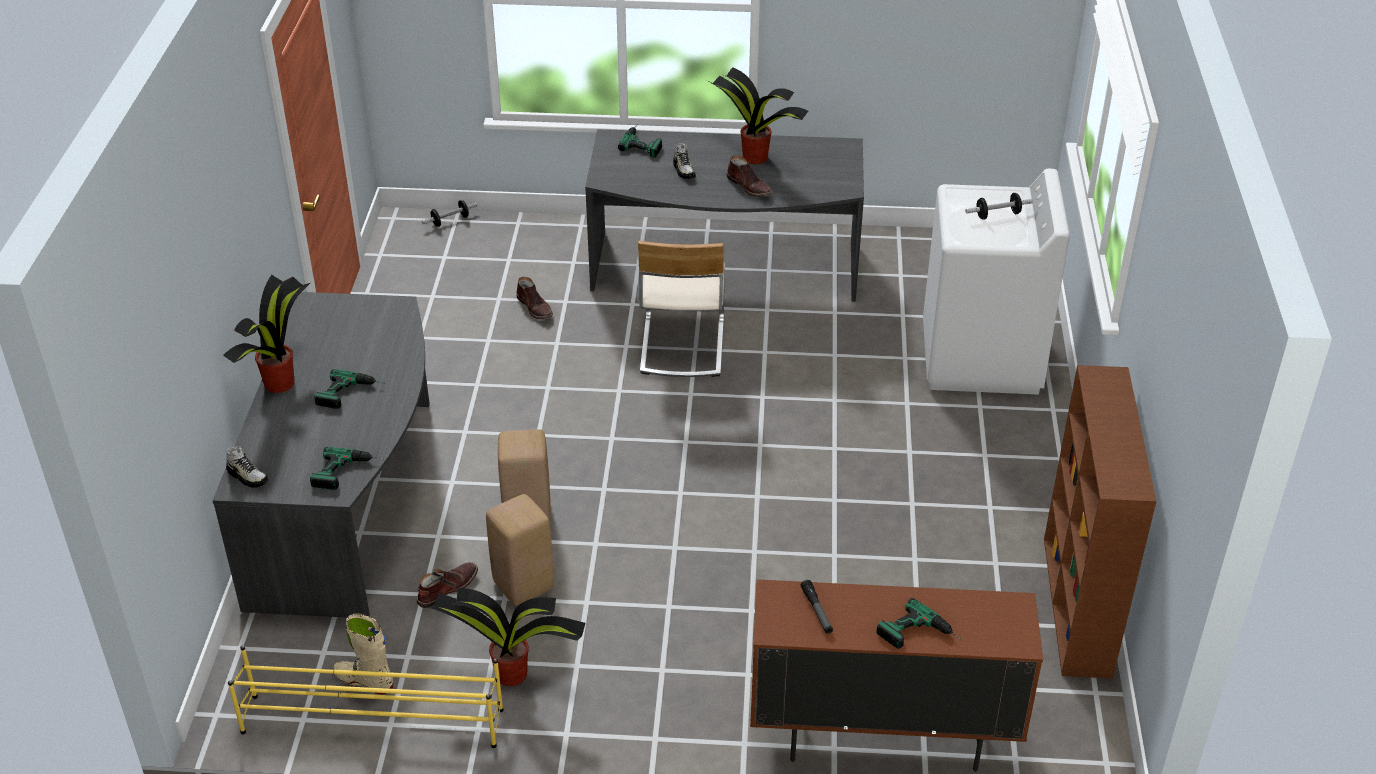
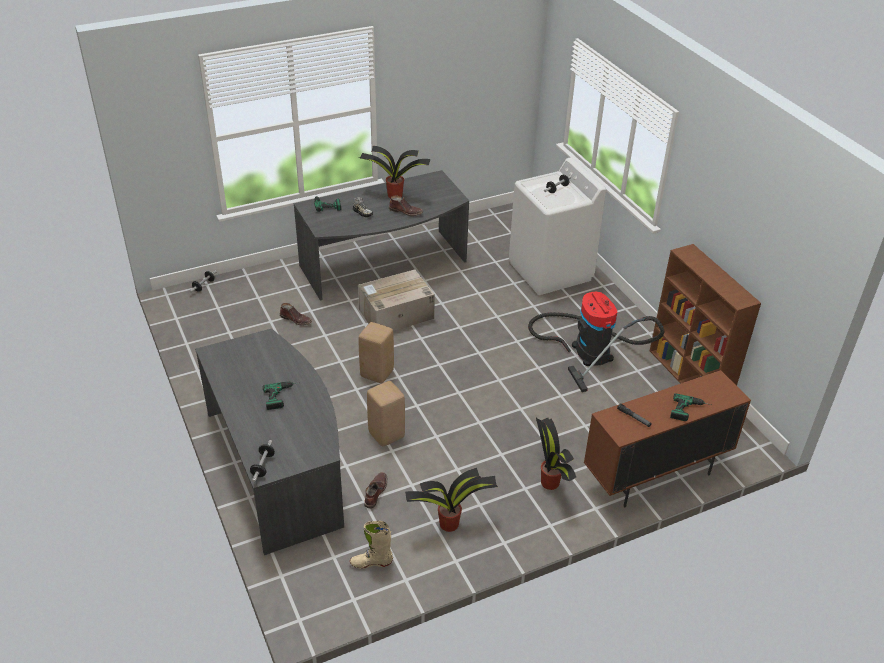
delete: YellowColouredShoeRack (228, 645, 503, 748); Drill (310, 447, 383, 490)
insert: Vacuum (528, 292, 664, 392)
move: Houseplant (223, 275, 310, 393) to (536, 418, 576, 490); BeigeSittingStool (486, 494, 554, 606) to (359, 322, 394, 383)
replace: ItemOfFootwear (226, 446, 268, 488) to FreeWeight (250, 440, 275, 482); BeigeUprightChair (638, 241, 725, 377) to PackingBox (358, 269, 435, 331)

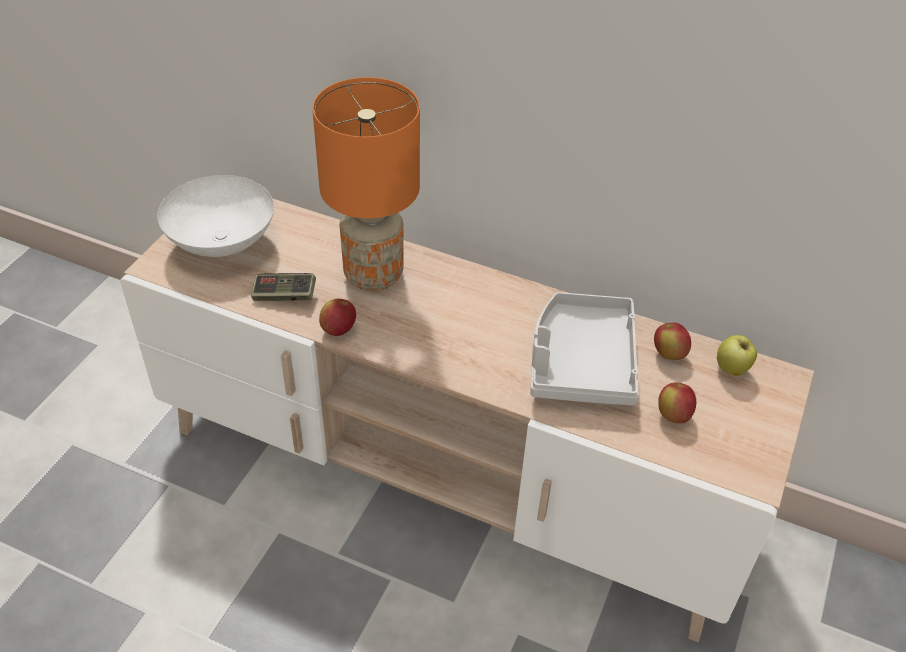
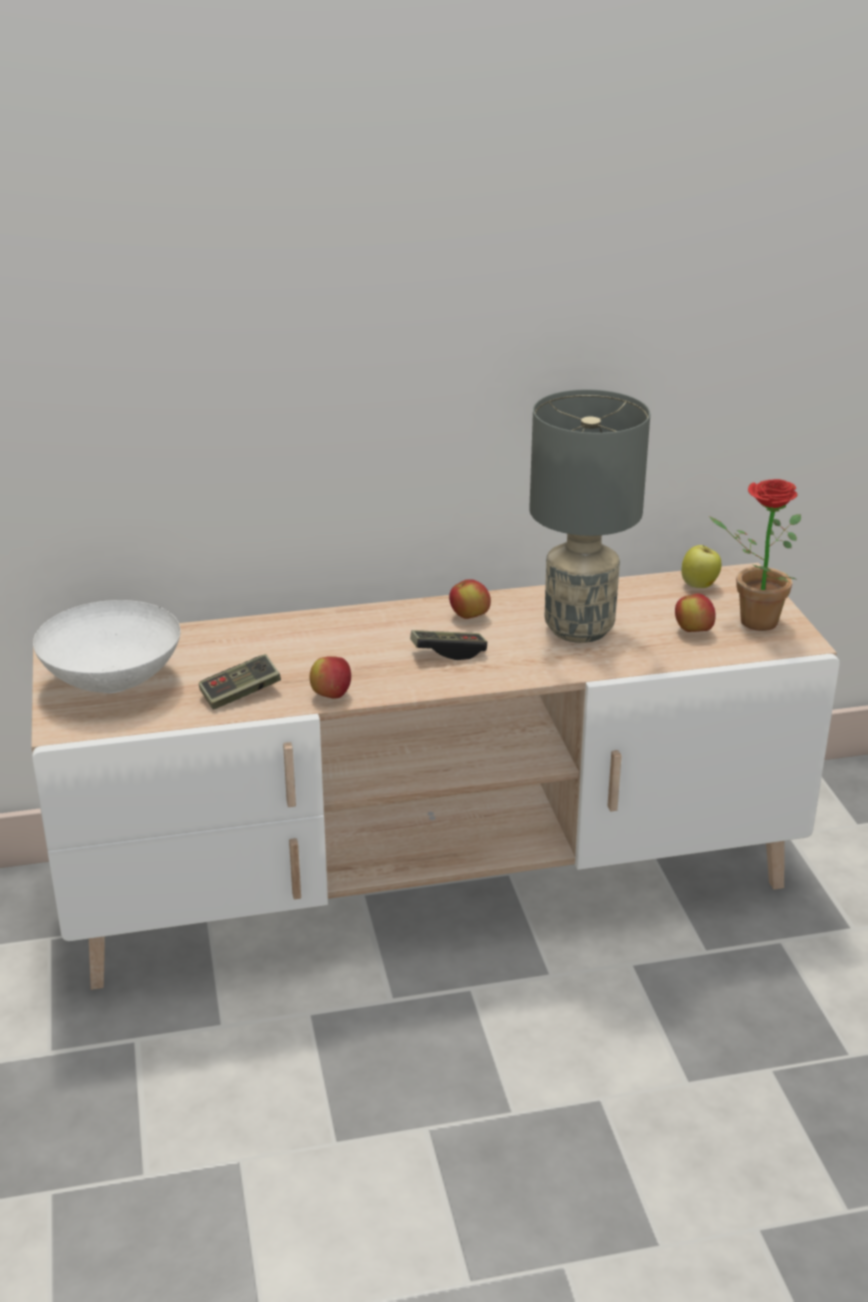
delete: OrangeColouredTabletopLamp (312, 77, 420, 291)
insert: Joypad (410, 630, 487, 660); Houseplant (709, 479, 801, 631)
move: WholeApple (654, 323, 691, 360) to (449, 579, 491, 619)
replace: GreyServingTray (530, 292, 639, 406) to GreyTabletopLamp (529, 389, 650, 643)

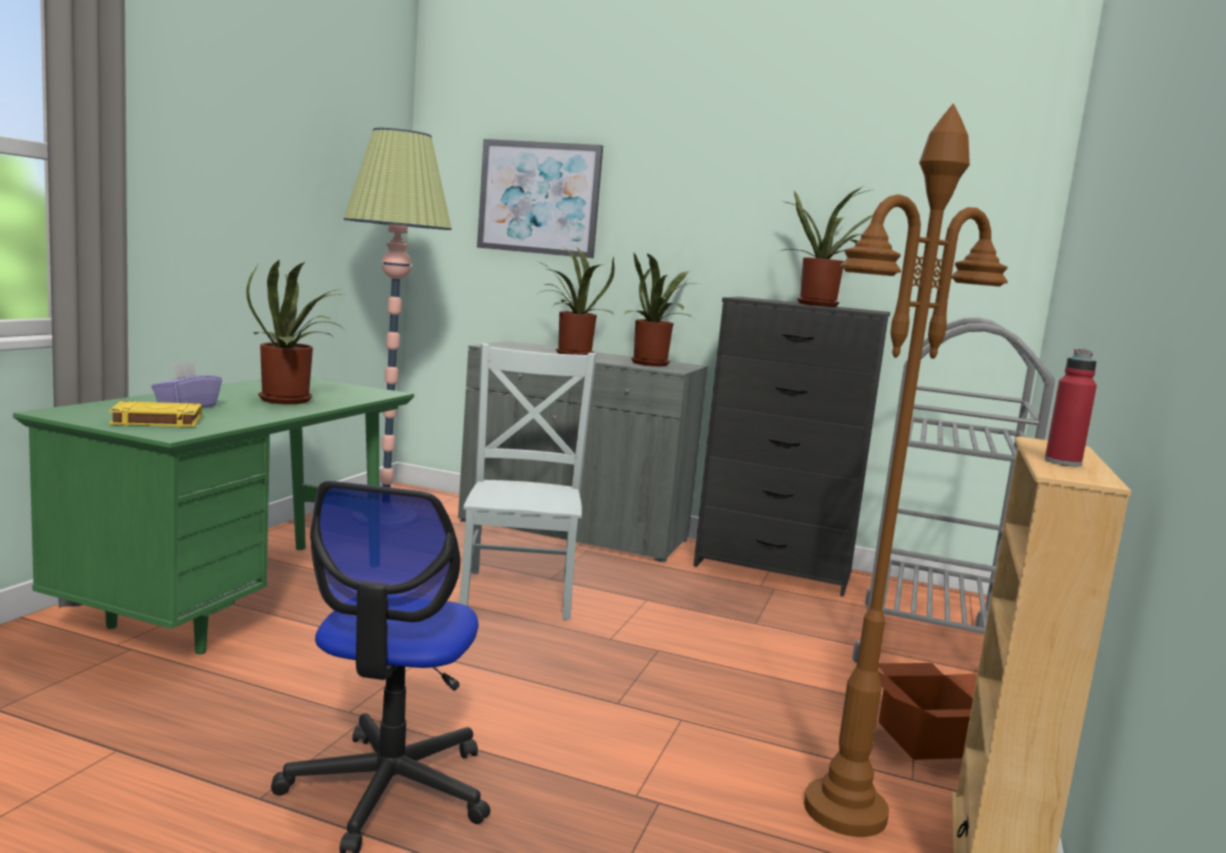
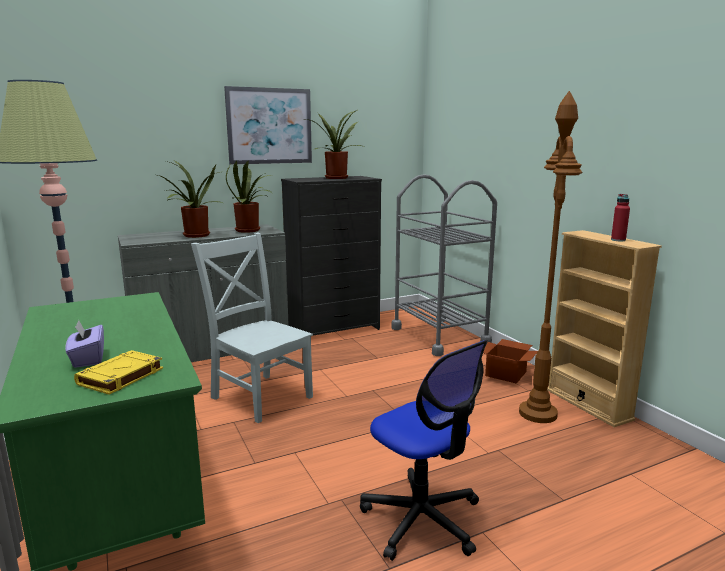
delete: Houseplant (246, 260, 345, 404)
move: WallPicture (477, 139, 603, 258) to (224, 86, 312, 165)

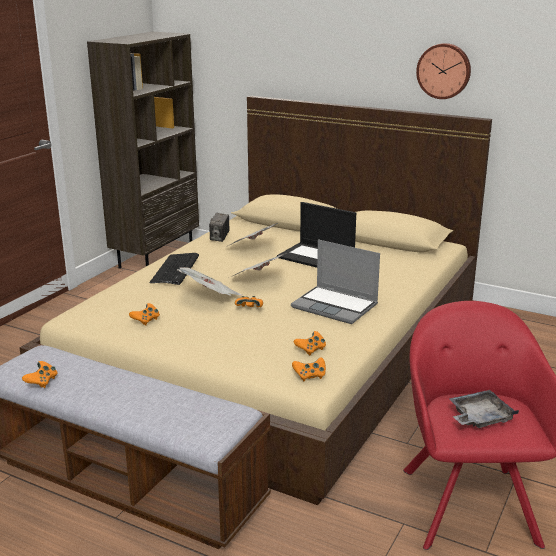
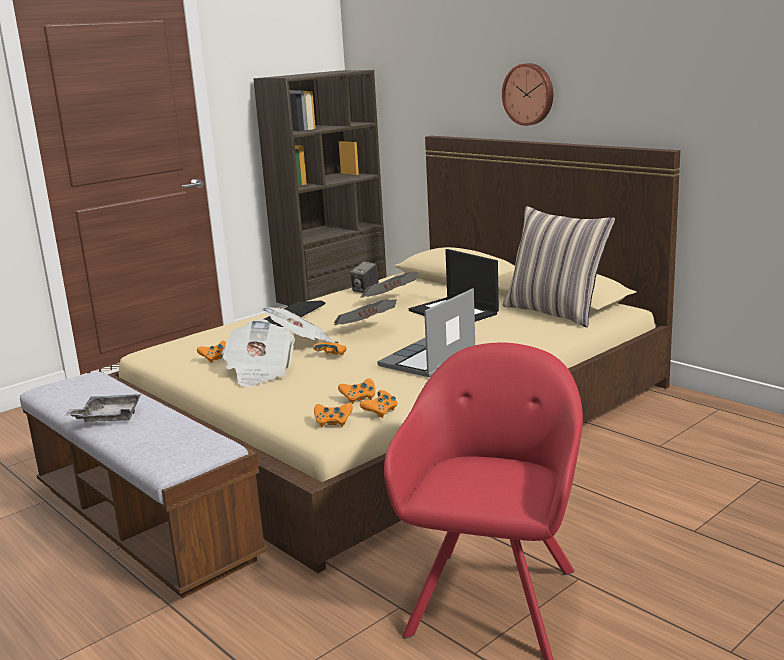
insert: PrintedPaper (222, 319, 295, 387); ThrowPillow (503, 206, 615, 327)
move: OrangeColouredJoypad (22, 361, 57, 388) to (360, 390, 398, 418); HangingClock (416, 43, 471, 99) to (502, 63, 553, 126); GreyServingTray (449, 390, 519, 428) to (64, 394, 141, 422)
rotate: NotebookComputer (291, 239, 380, 324) = (377, 288, 475, 377) 75 degrees clockwise

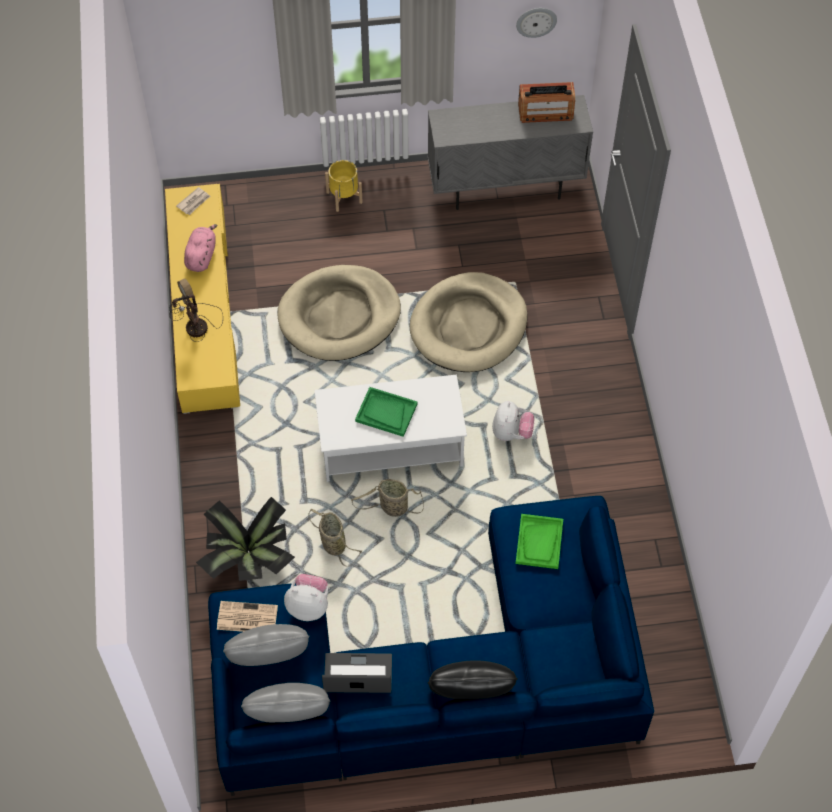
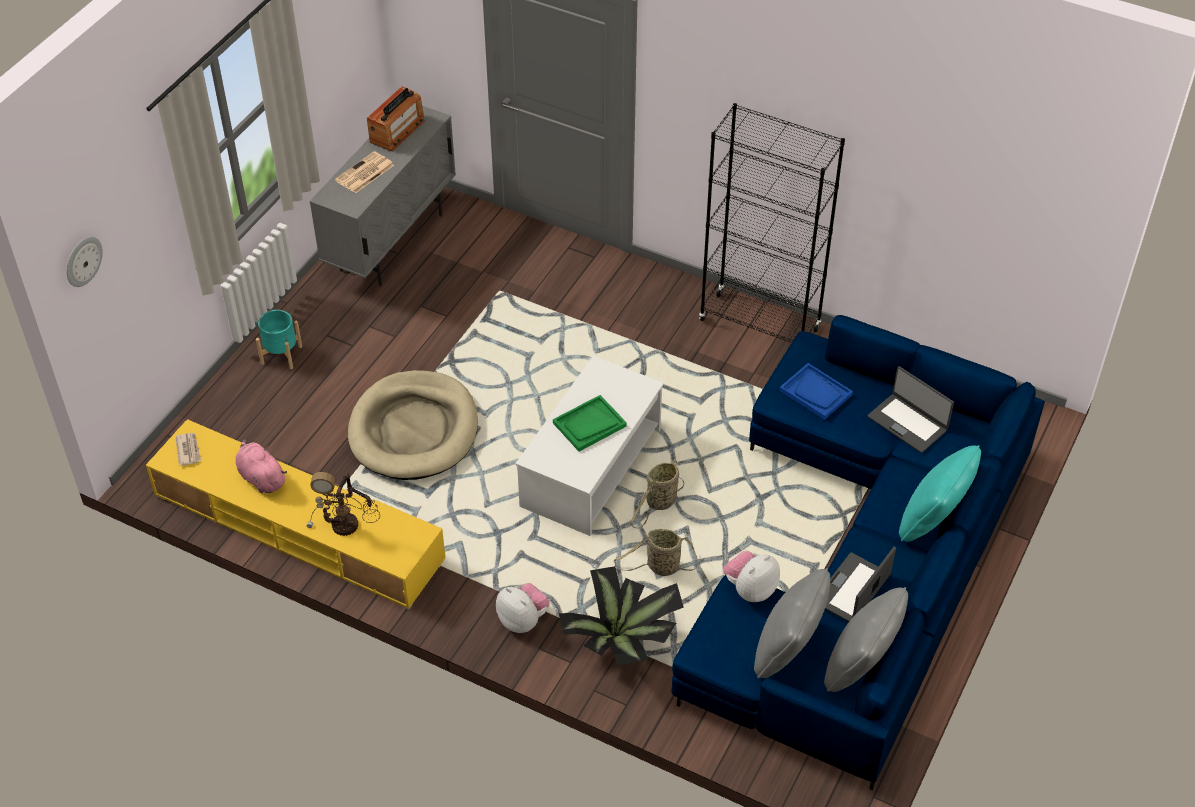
delete: BeigePetBed (410, 272, 528, 372)
insert: BlackColouredShelvingUnit (699, 103, 845, 343); NotebookComputer (867, 366, 954, 453)
move: PrintedPaper (217, 601, 278, 632) to (335, 151, 394, 193); SoftToy (492, 401, 534, 441) to (496, 583, 550, 633); HangingClock (516, 8, 557, 38) to (66, 237, 103, 287)
recolor: YellowColouredPlantPot (325, 160, 363, 212) to BlueGreenPlantPot (256, 310, 302, 369); BlackColouredThrowPillow (428, 660, 518, 699) to BlueGreenThrowPillow (899, 445, 981, 542); GreenServingTray (515, 514, 563, 569) to BlueColouredServingTray (779, 363, 853, 420)

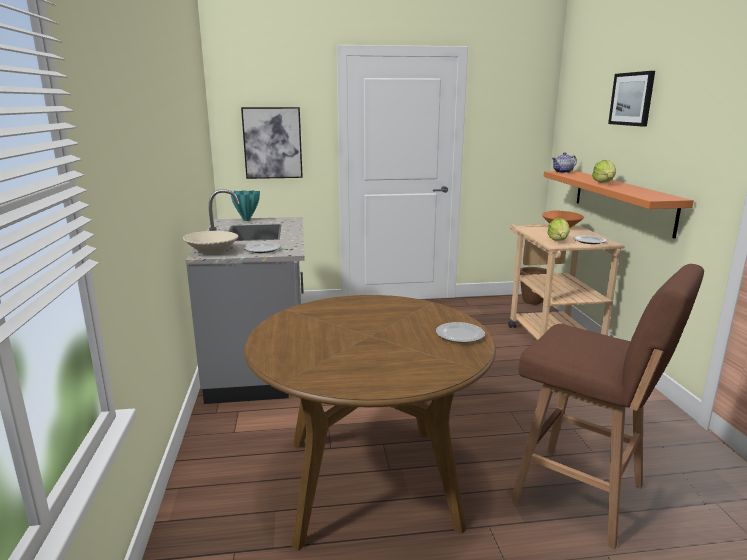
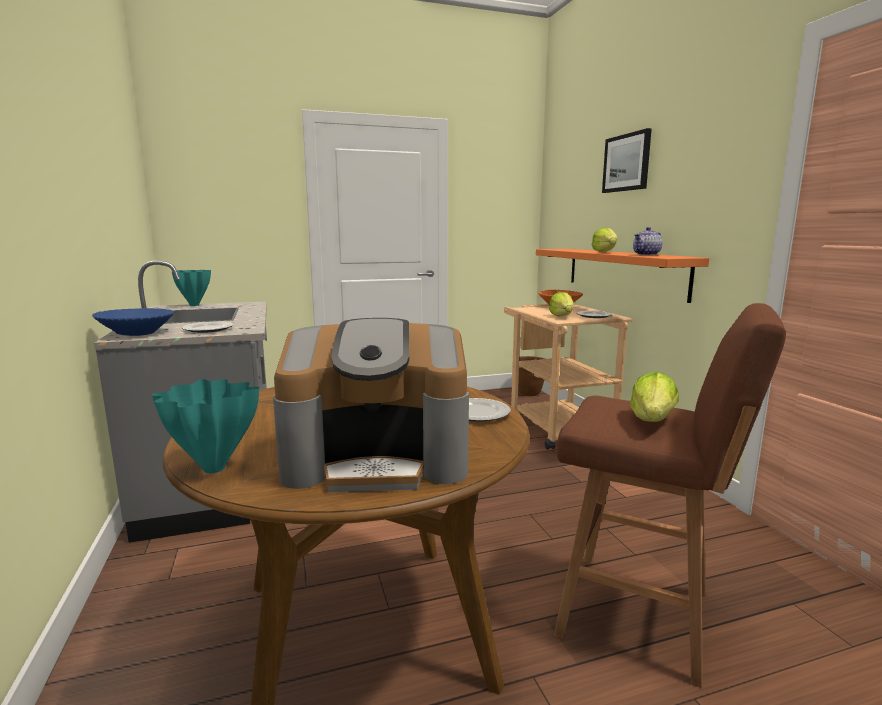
delete: WallPicture (241, 107, 303, 179)
insert: BlueGreenFlowerVase (152, 379, 259, 473); CoffeeMachine (273, 318, 469, 492); HeadOfLettuce (630, 372, 679, 422)
move: Teapot (552, 152, 577, 173) to (633, 227, 663, 255)
recolor: BeigeServingBowl (183, 231, 238, 254) to BlueColouredServingBowl (92, 308, 174, 336)

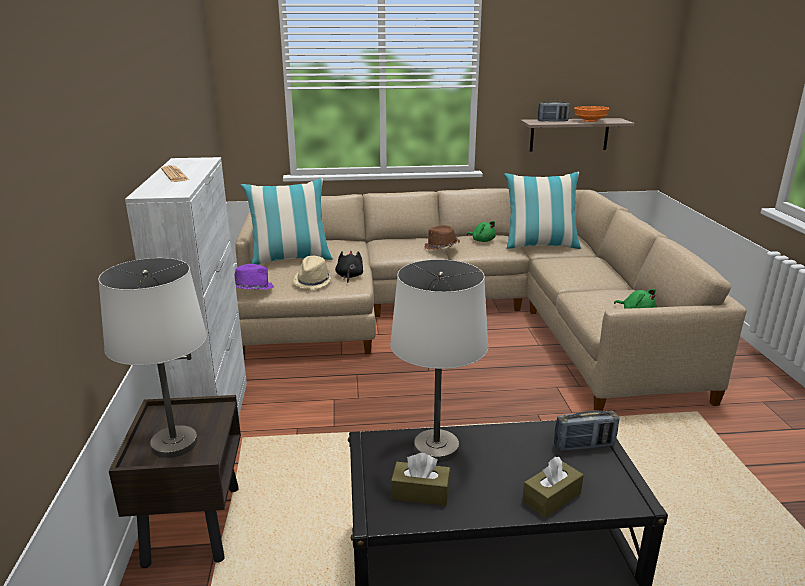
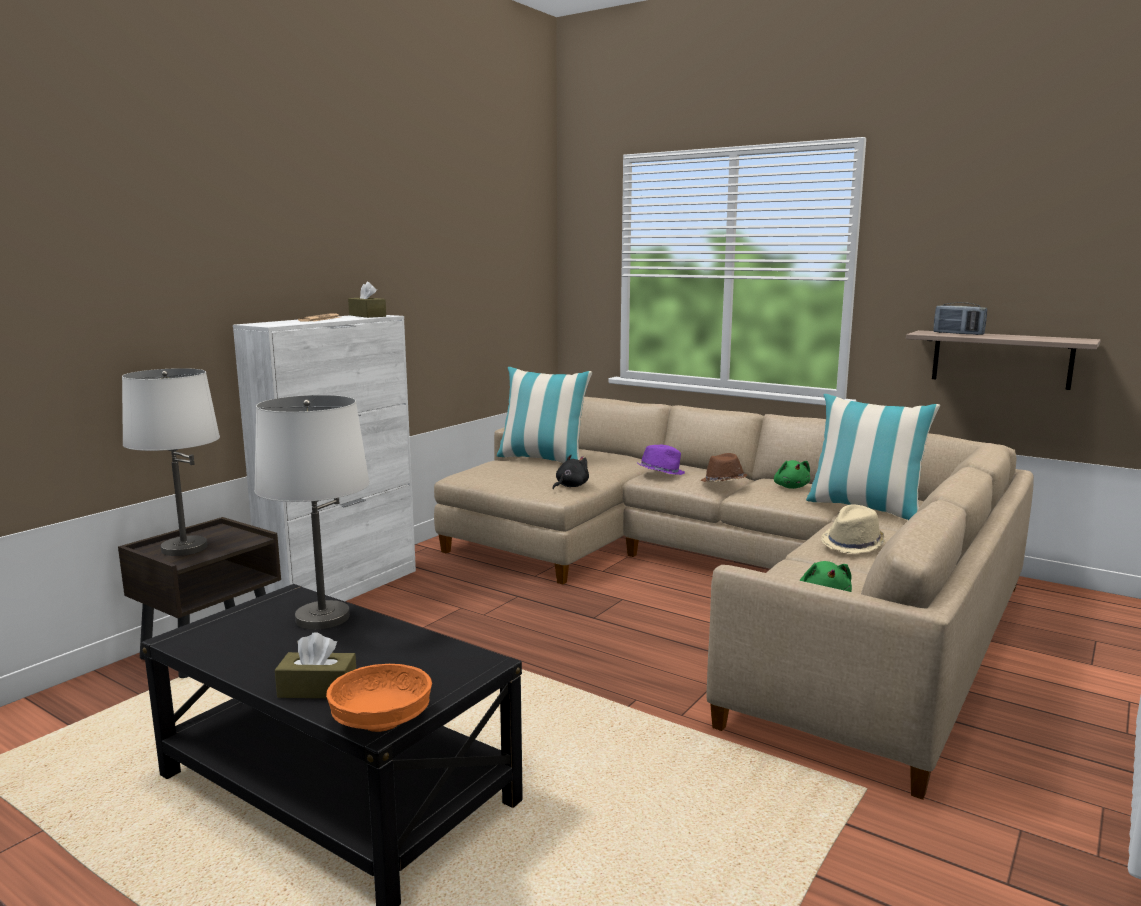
delete: RadioSet (554, 410, 619, 451)
move: PurpleColouredClothingHat (235, 264, 273, 290) to (637, 445, 685, 475); BeigeClothingHat (293, 256, 333, 289) to (821, 504, 885, 554); BrownTissueHolder (391, 453, 451, 506) to (348, 282, 386, 318); OrangeColouredServingBowl (574, 106, 609, 122) to (326, 664, 432, 732)

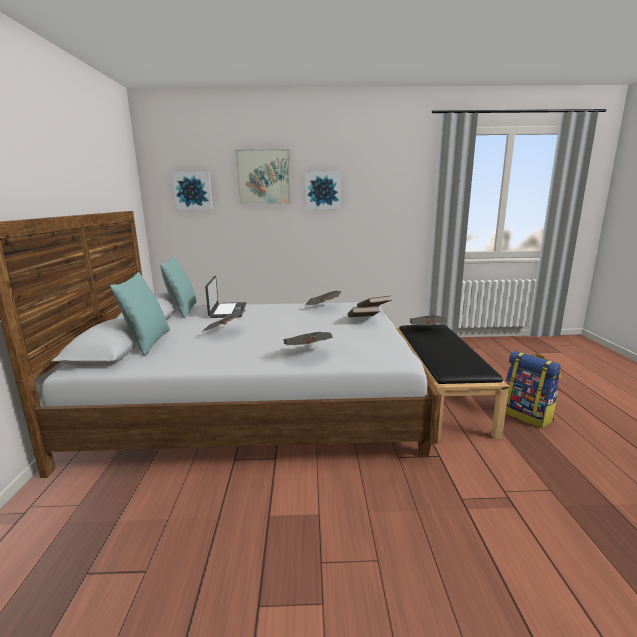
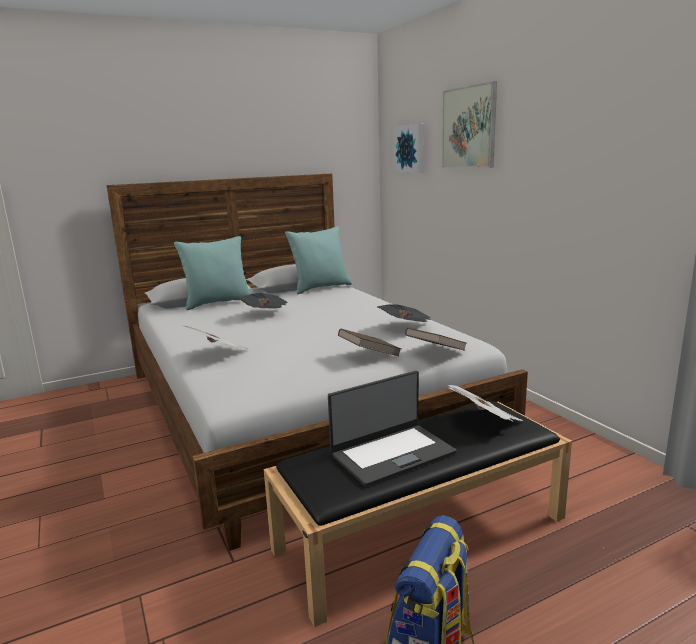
delete: WallPicture (305, 172, 341, 210)
move: NotebookComputer (205, 276, 246, 318) to (328, 370, 457, 486)

